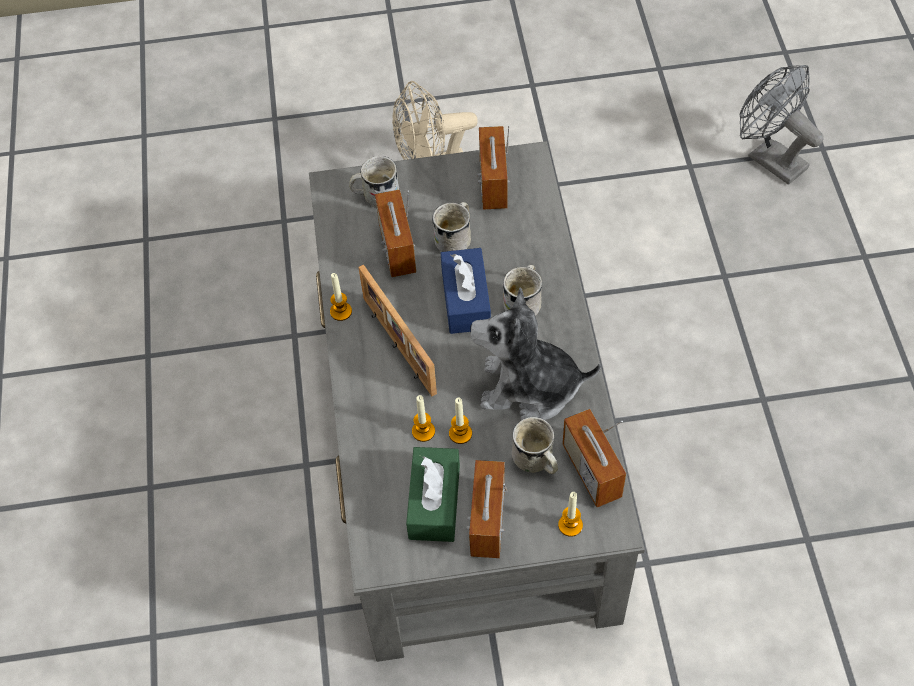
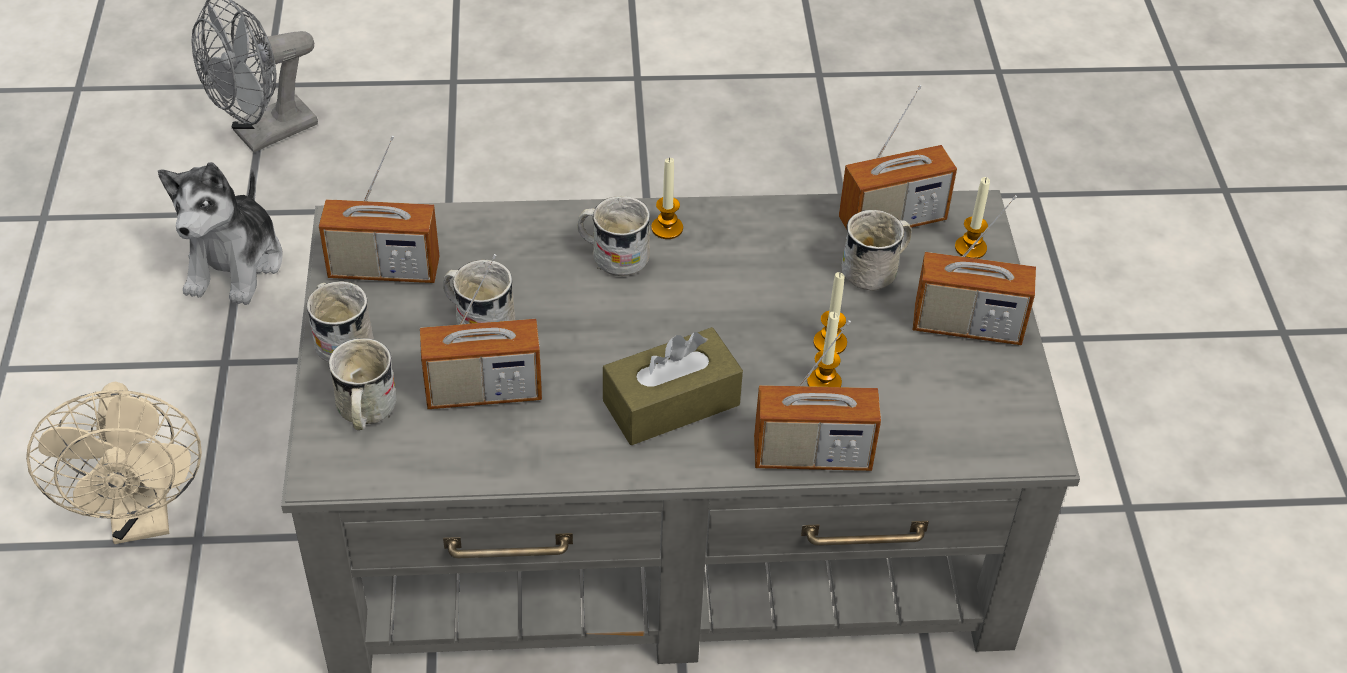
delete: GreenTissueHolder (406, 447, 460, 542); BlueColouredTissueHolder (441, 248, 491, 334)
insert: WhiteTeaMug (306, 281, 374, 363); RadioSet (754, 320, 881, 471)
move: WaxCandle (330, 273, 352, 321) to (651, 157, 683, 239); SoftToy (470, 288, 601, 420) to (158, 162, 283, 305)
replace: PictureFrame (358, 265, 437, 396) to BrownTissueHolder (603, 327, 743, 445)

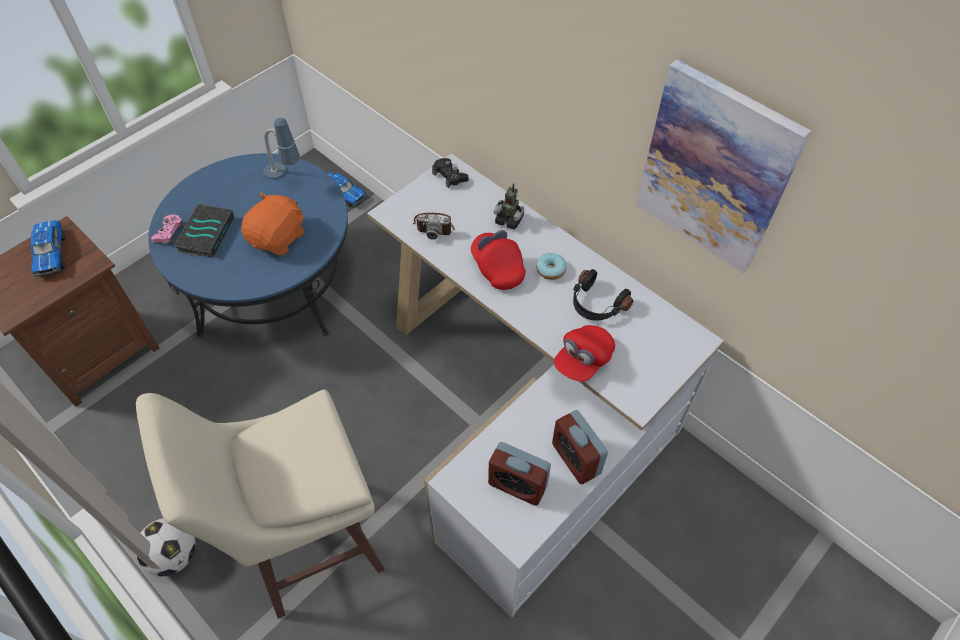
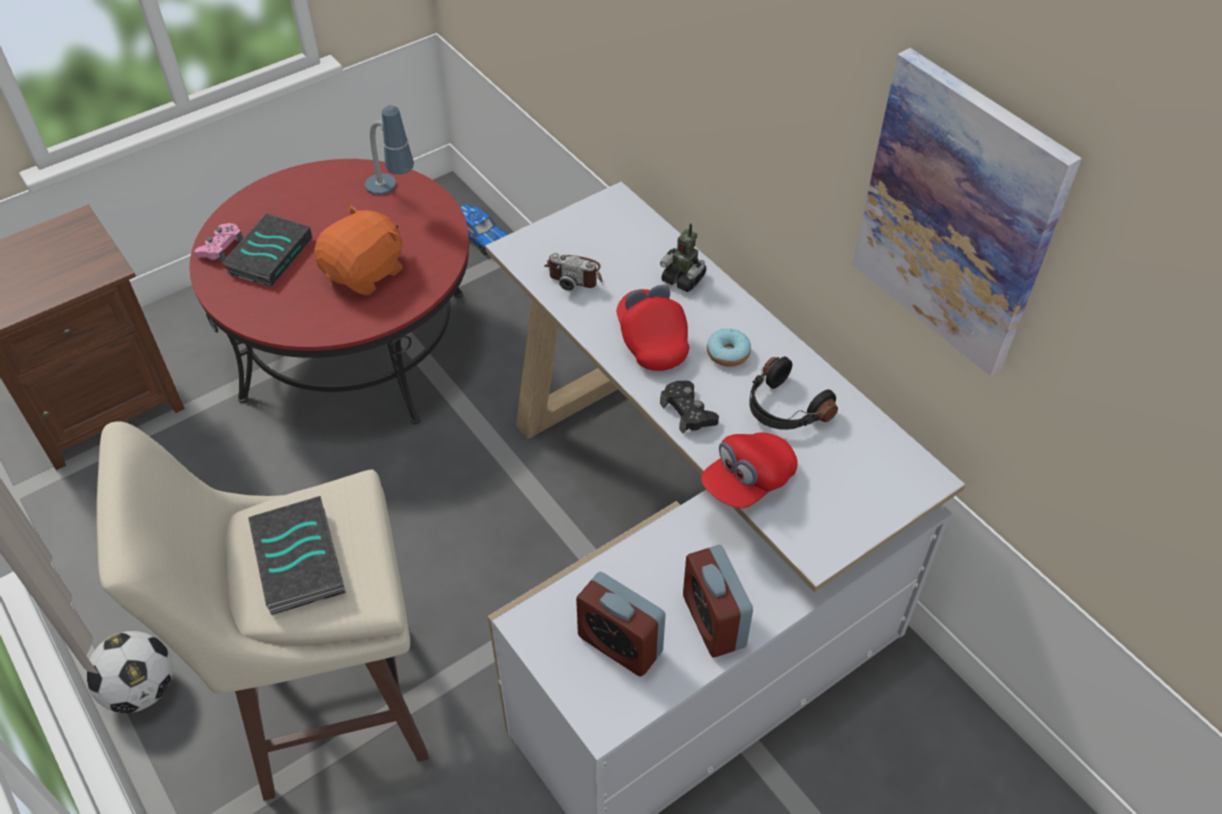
delete: MiniatureCar (31, 220, 65, 277)
insert: BoundBook (248, 496, 346, 615)
move: BlackColouredJoypad (432, 158, 468, 189) to (660, 381, 719, 434)
recolor: BlueColouredLowTable (148, 153, 348, 338) to ReddishLowTable (190, 159, 469, 424)

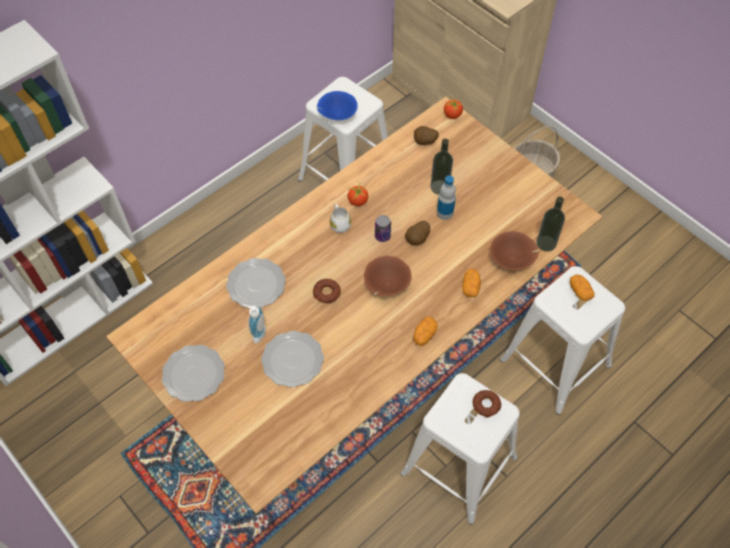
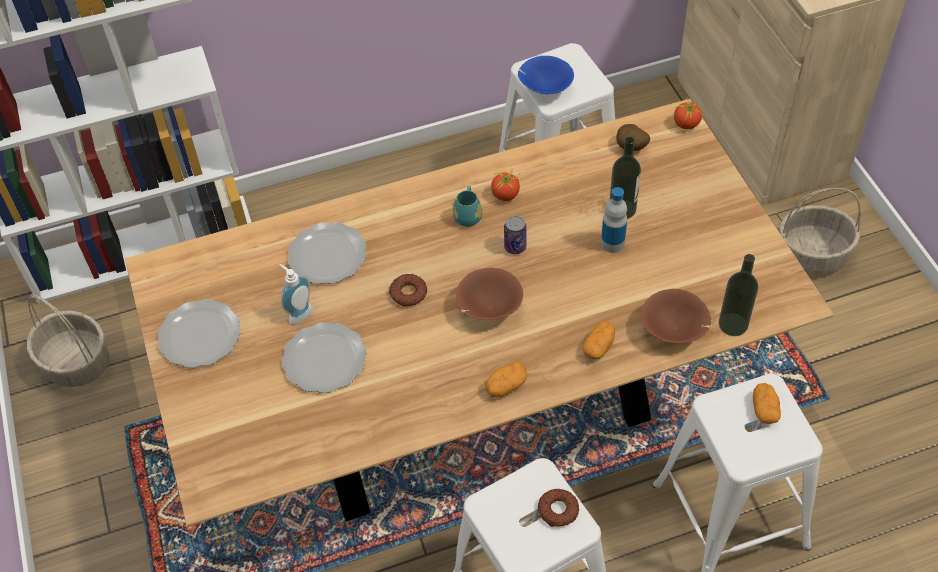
delete: WholePotato (405, 221, 430, 245)
insert: Basket (27, 294, 109, 387)
recolor: WhiteTeaMug (330, 204, 351, 233) to BlueGreenTeaMug (453, 186, 482, 227)

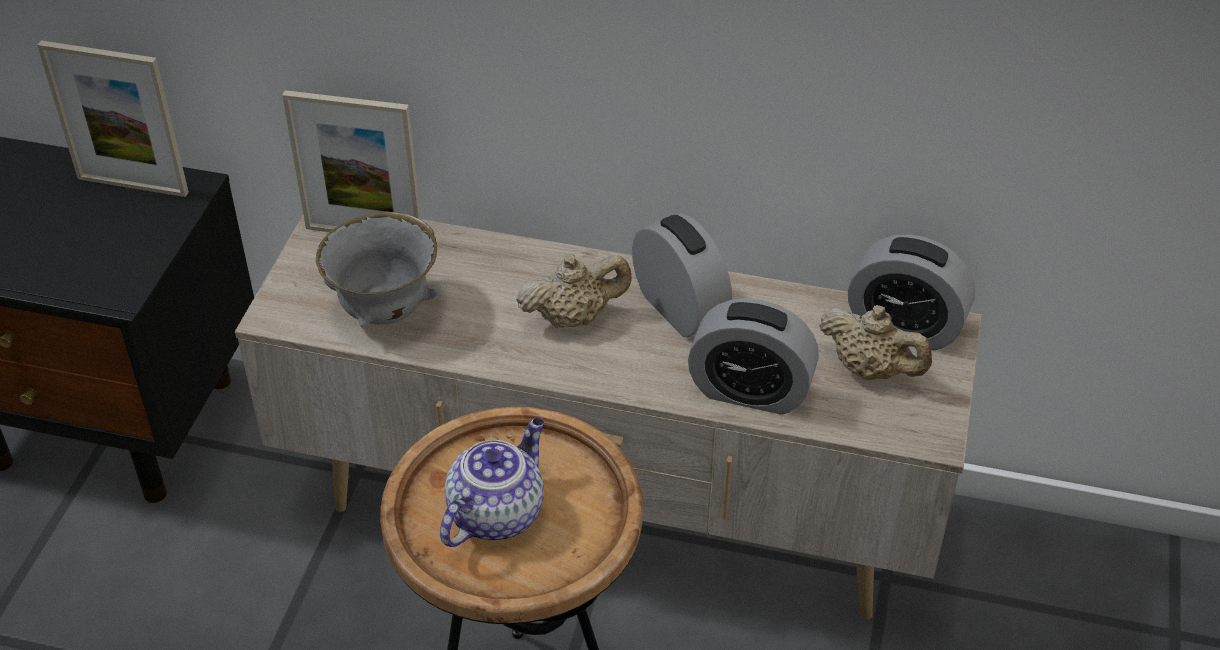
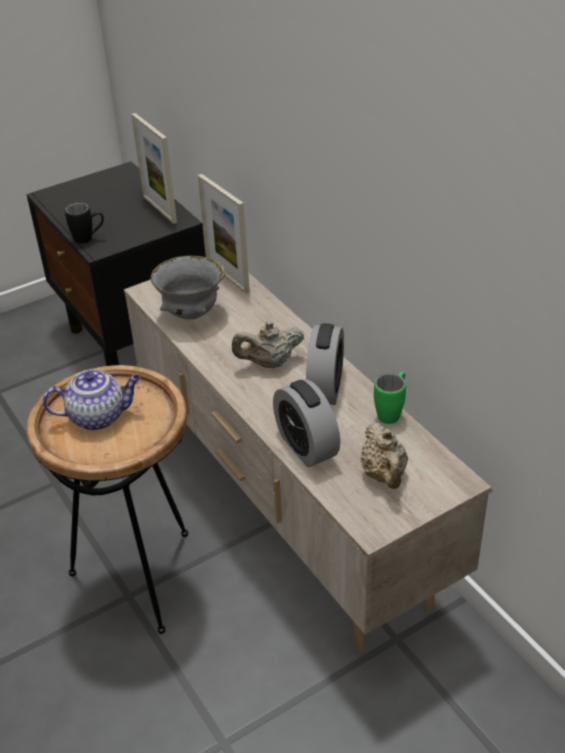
delete: TableClock (848, 234, 975, 350)
insert: BlackColouredTeaMug (65, 203, 104, 244); GreenTeaMug (374, 372, 406, 424)
rotate: BeigeTeapot (516, 254, 631, 328) = (232, 321, 304, 368) 135 degrees clockwise

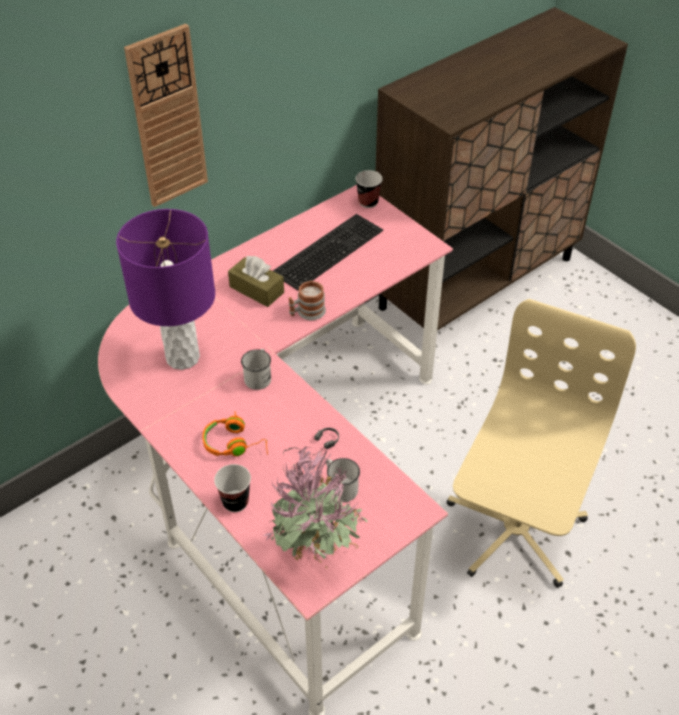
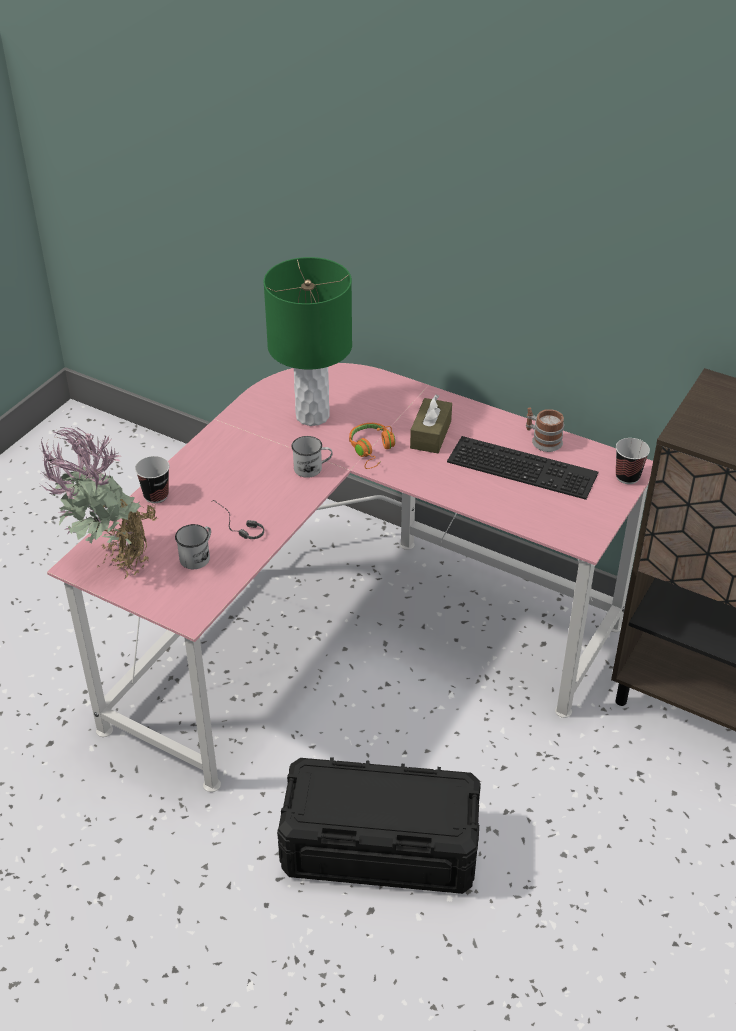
delete: HangingClock (124, 24, 208, 207)
move: OrangeColouredHeadphones (202, 411, 268, 456) to (349, 423, 395, 469); TeaMug (289, 281, 326, 320) to (526, 407, 564, 452)
replace: BeigeDeskChair (447, 299, 636, 588) to BlackColouredStorageBin (277, 757, 481, 894)
recolor: PurpleColouredTabletopLamp (116, 209, 215, 370) to GreenTabletopLamp (263, 257, 352, 426)

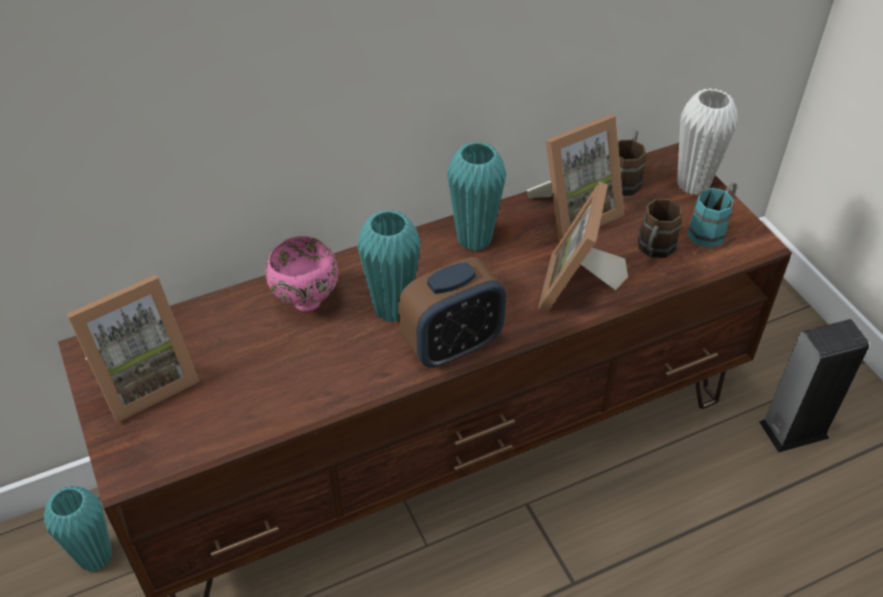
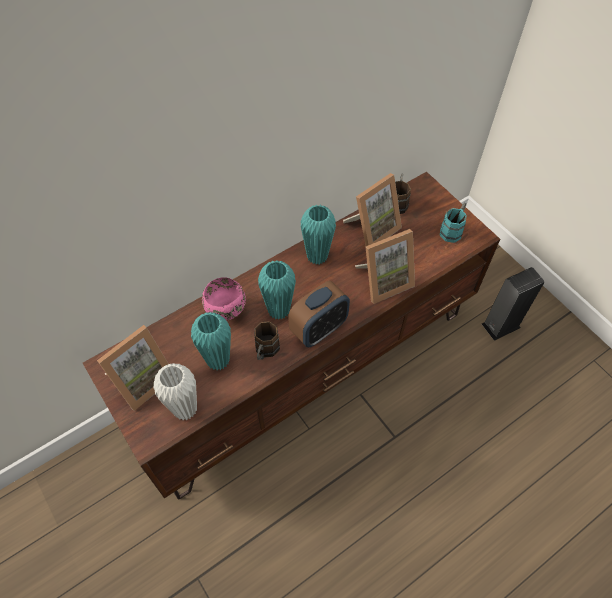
move: BlueGreenFlowerVase (44, 486, 112, 572) to (191, 312, 231, 370); BrownTeaMug (638, 199, 682, 258) to (254, 321, 280, 360); WhiteFlowerVase (677, 88, 738, 195) to (154, 363, 197, 420)
rotate: PictureFrame (538, 181, 628, 314) = (355, 229, 415, 304) 120 degrees counterclockwise

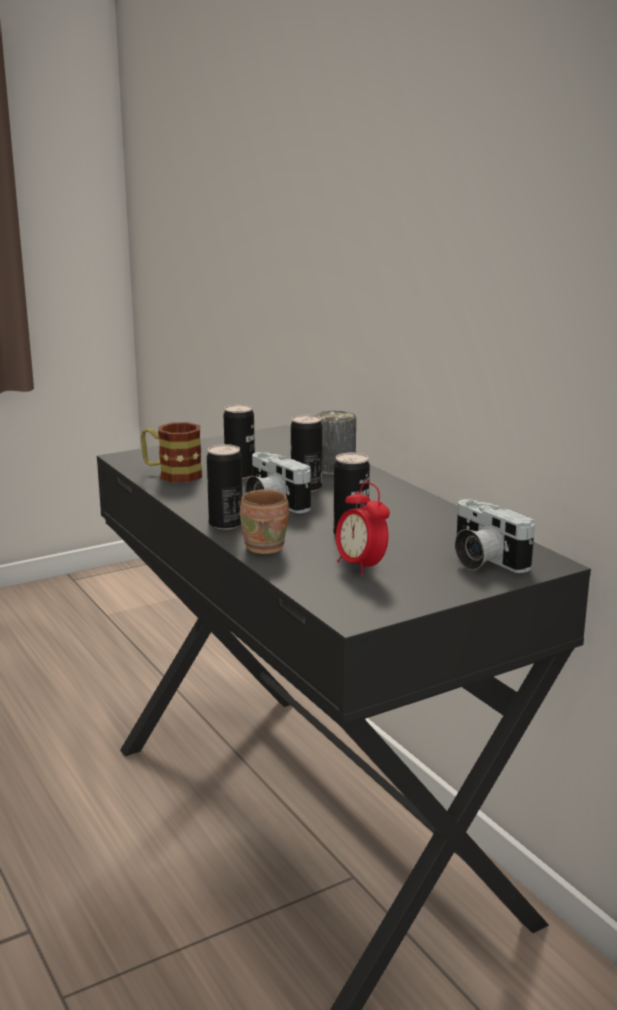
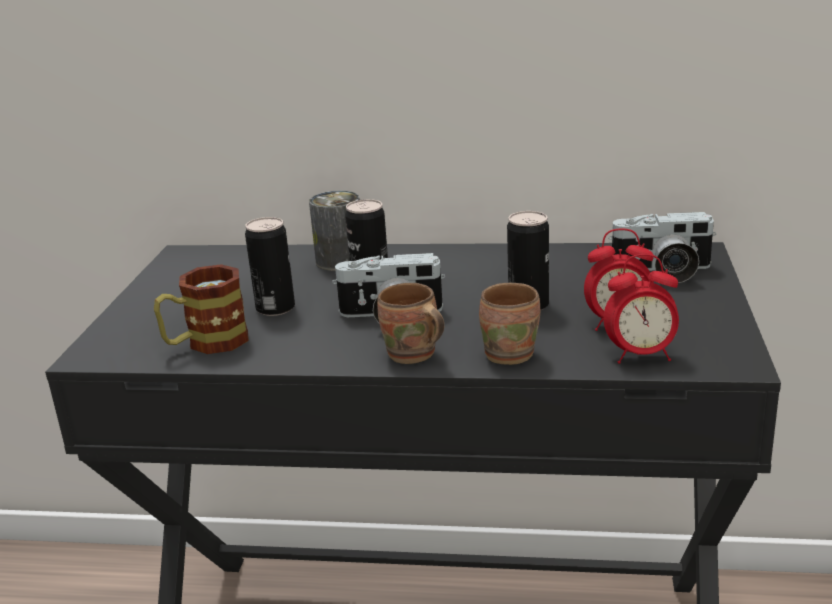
insert: TableClock (603, 254, 679, 364)
replace: Can (207, 444, 242, 530) to BrownTeaMug (377, 283, 444, 364)

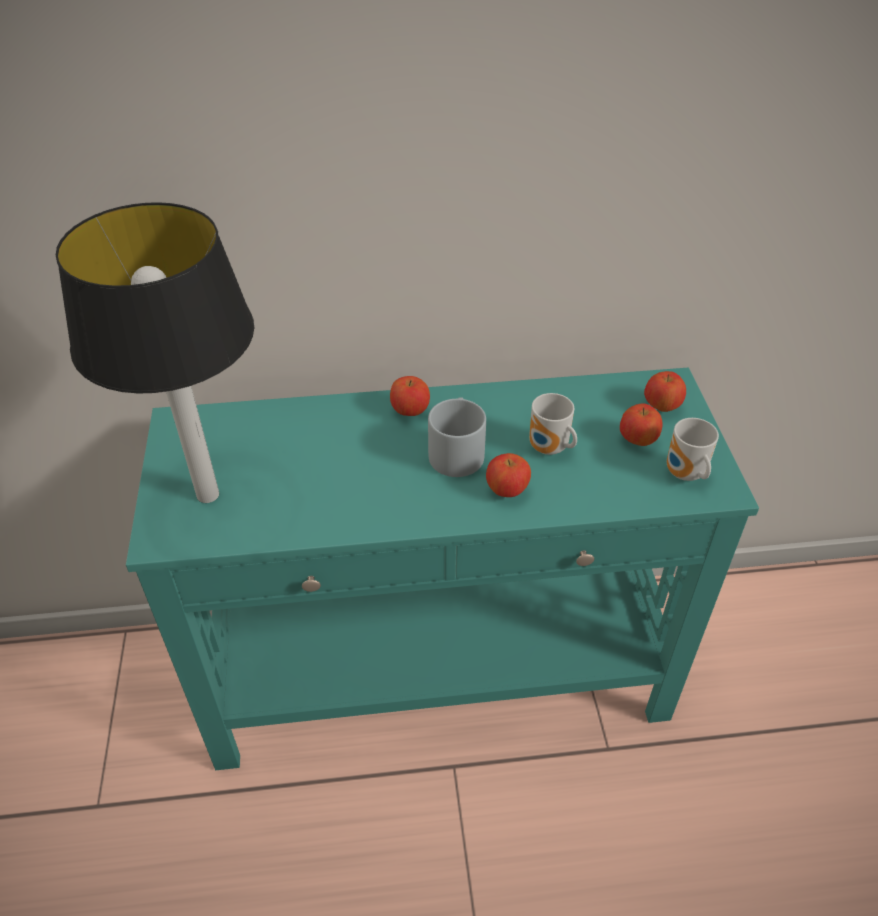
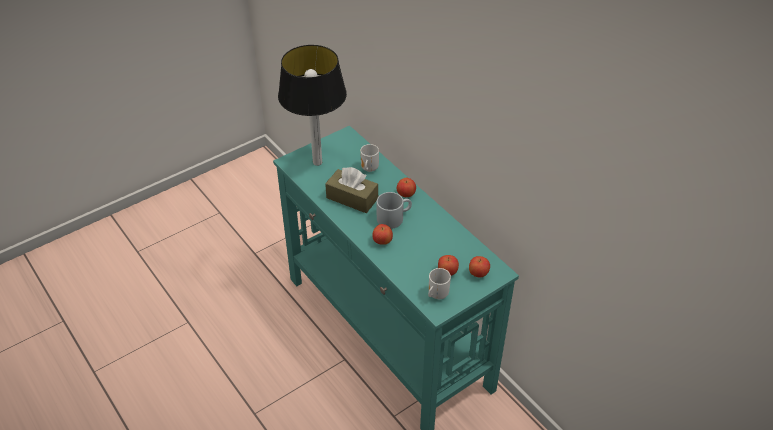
insert: BrownTissueHolder (325, 167, 378, 213)
move: TeaMug (529, 393, 577, 455) to (360, 144, 379, 172)

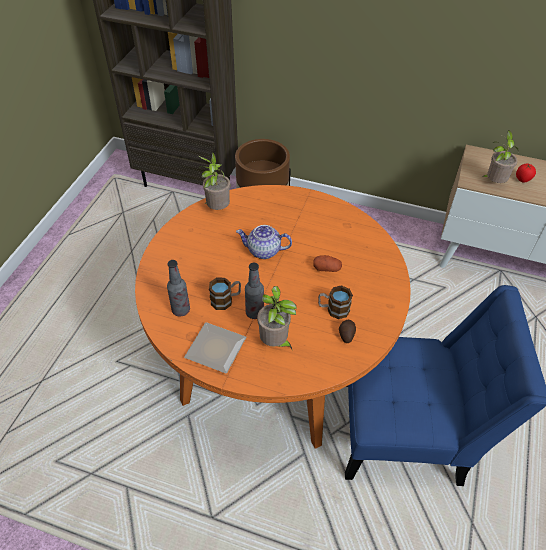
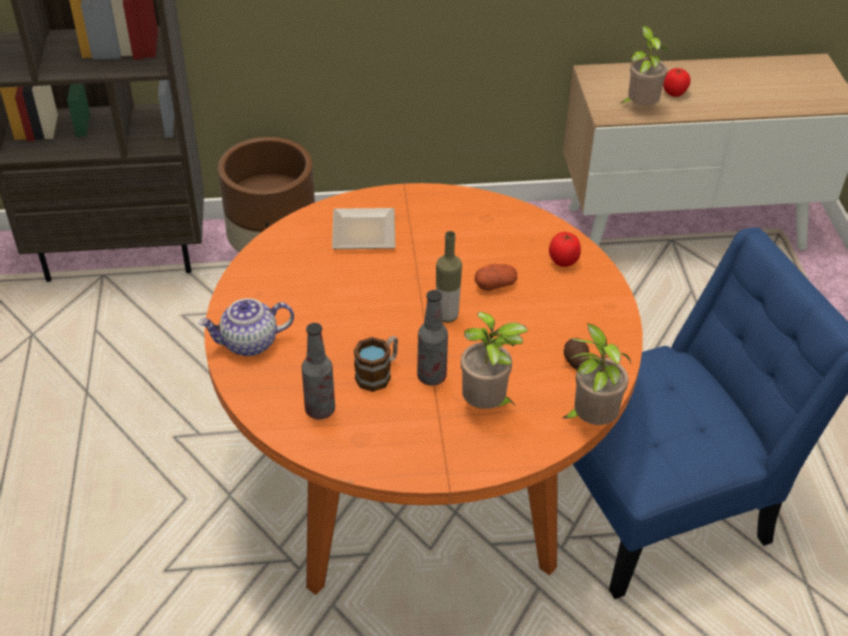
delete: TeaMug (318, 285, 353, 319)
insert: BeverageBottle (436, 231, 462, 323); Tomato (549, 232, 581, 267)
move: Plate (184, 322, 246, 373) to (332, 208, 396, 249); Houseplant (199, 152, 230, 210) to (563, 323, 631, 425); Teapot (236, 225, 292, 259) to (198, 298, 294, 356)

